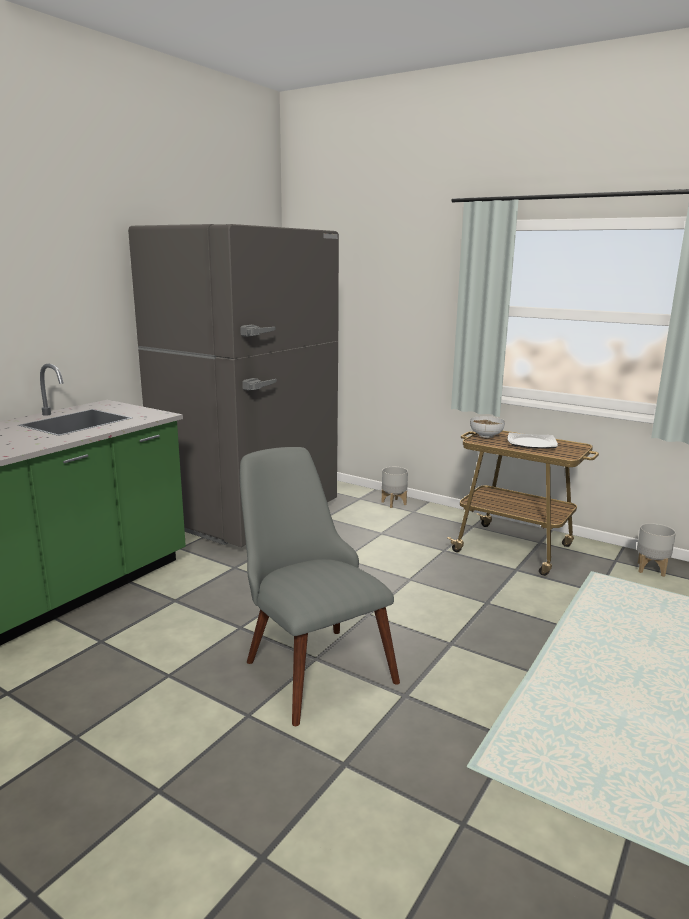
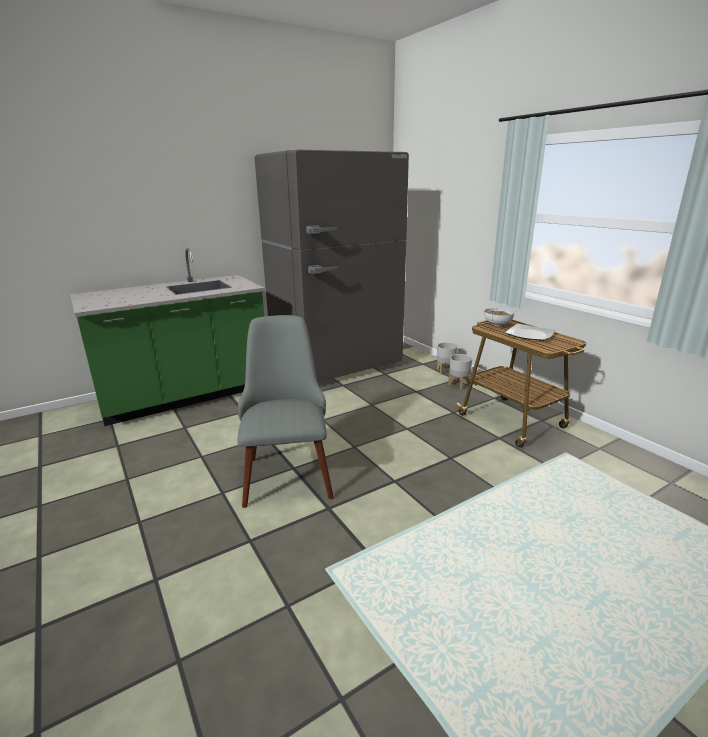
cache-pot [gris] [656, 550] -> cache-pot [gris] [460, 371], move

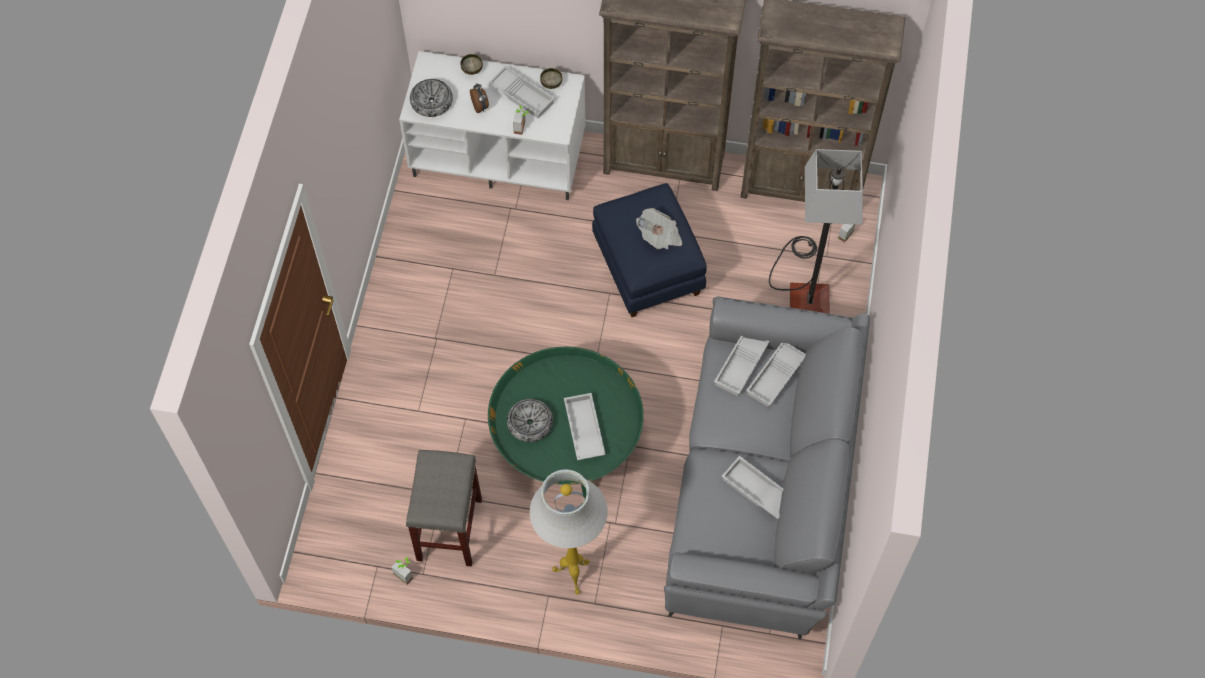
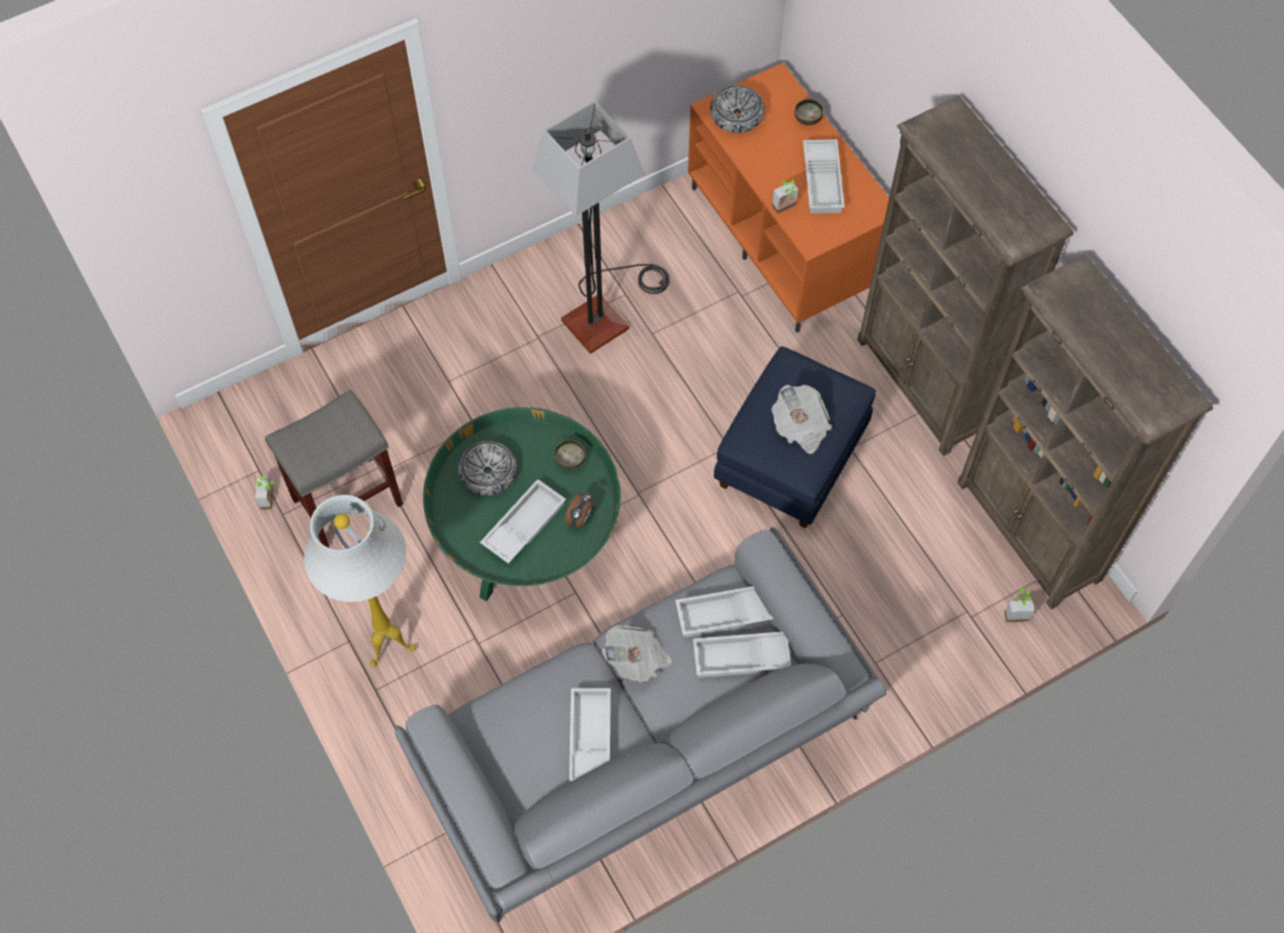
none -> journal [637, 654]
réveil [479, 98] -> réveil [579, 510], move
bol [551, 78] -> bol [570, 454], move
lampadaire [816, 231] -> lampadaire [601, 227], move
meuble télé [blanc] [492, 125] -> meuble télé [orange] [788, 198]

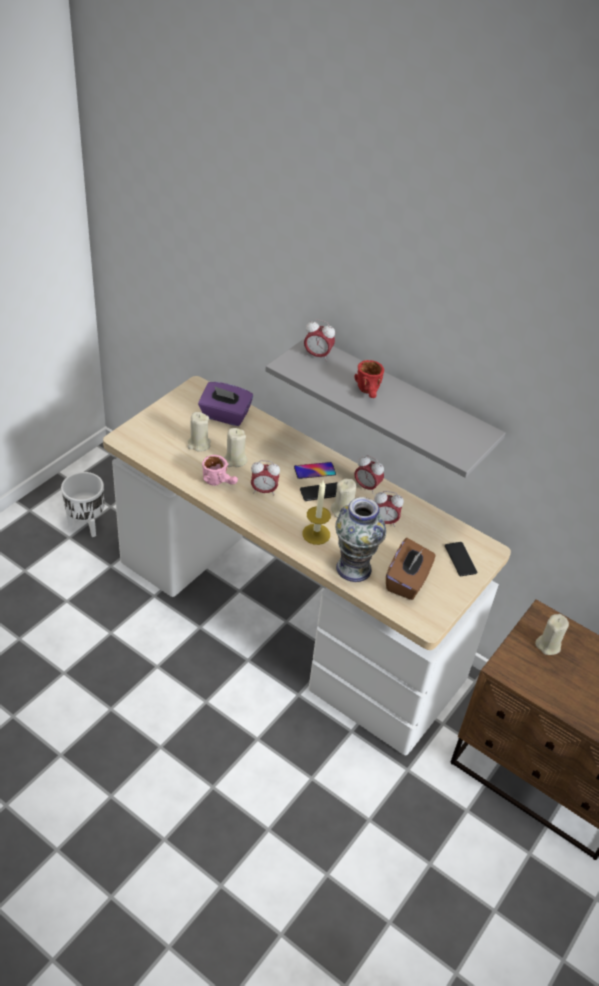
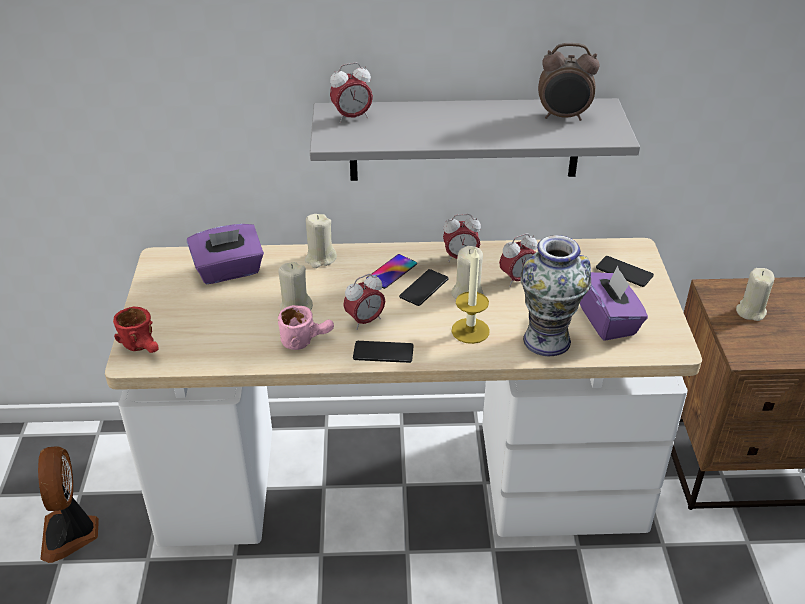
none -> téléphone [383, 352]
none -> réveil [569, 82]
bougie [beige] [199, 432] -> bougie [beige] [321, 241], move
mug [rouge] [369, 379] -> mug [rouge] [136, 330], move
cache-pot [blanc] [82, 504] -> ventilateur [68, 504]
boîte à mouchoirs [marron] [411, 569] -> boîte à mouchoirs [violet] [614, 303]

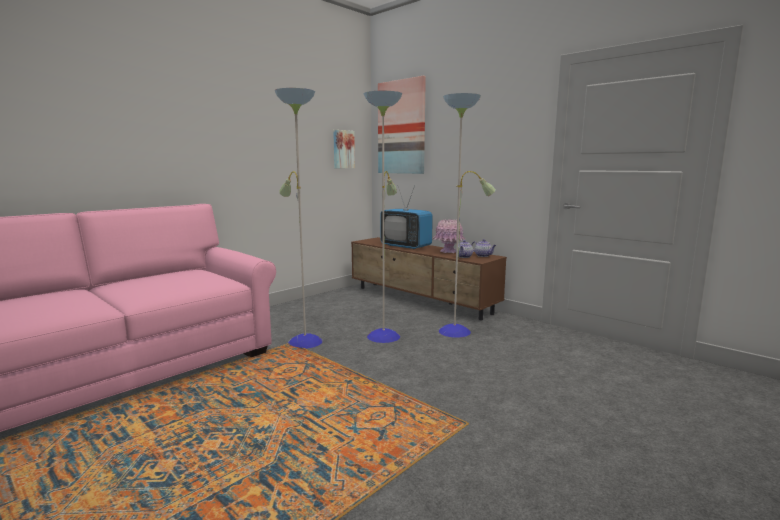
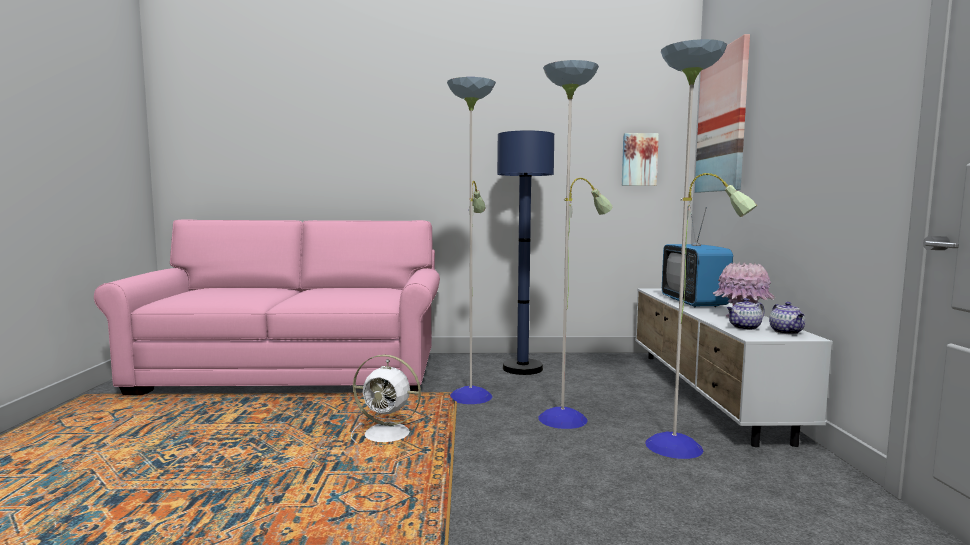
none -> ventilateur [blanc] [386, 399]
none -> lampadaire [bleu] [525, 253]
meuble télé [marron] [429, 278] -> meuble télé [blanc] [734, 367]

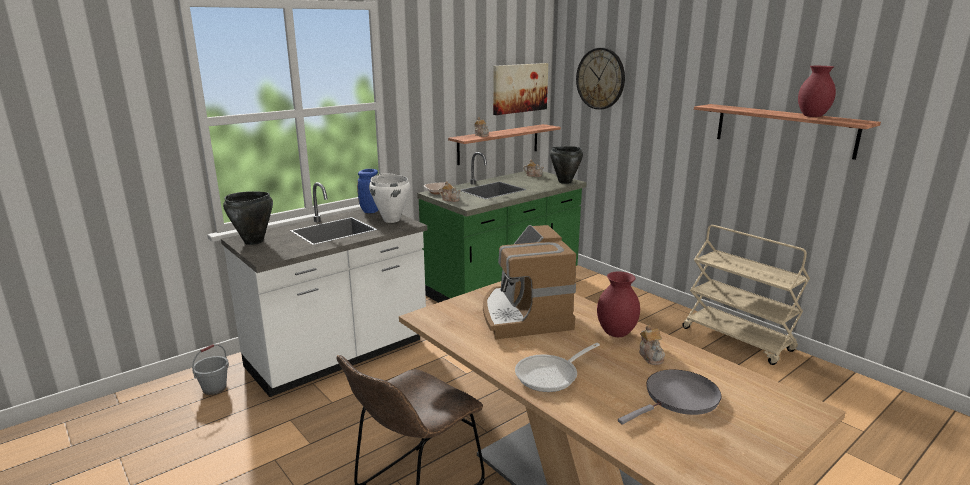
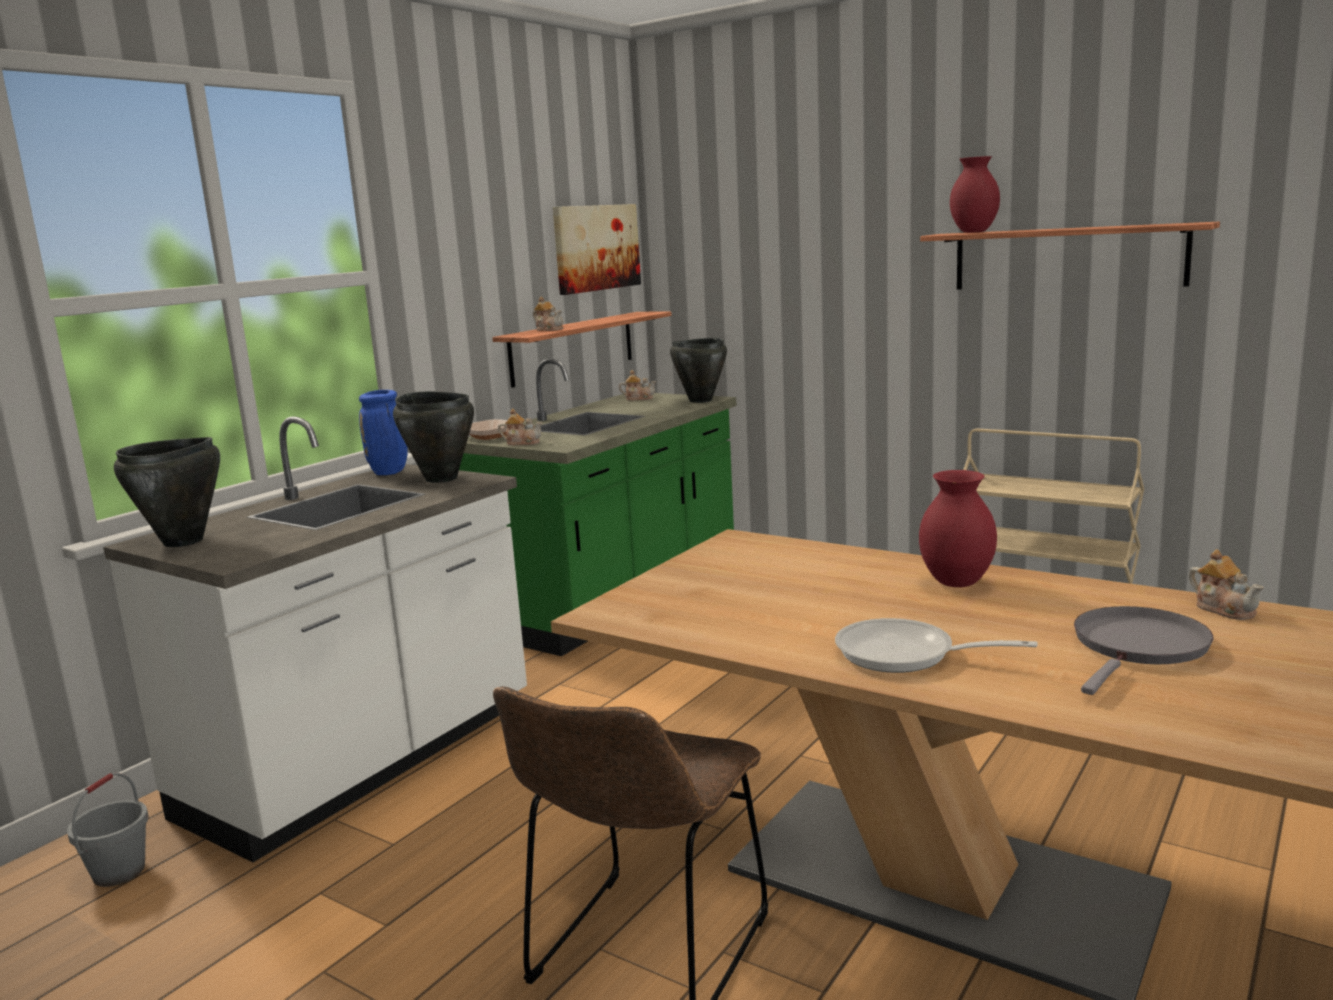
machine à café [529, 282] -> none
horloge murale [600, 79] -> none
théière [652, 345] -> théière [1226, 584], move
vase [rouge] [817, 91] -> vase [rouge] [975, 194], move
marmite [blanc] [389, 198] -> marmite [noir] [433, 437]
poêle [557, 367] -> poêle [936, 645], 75 degrees clockwise

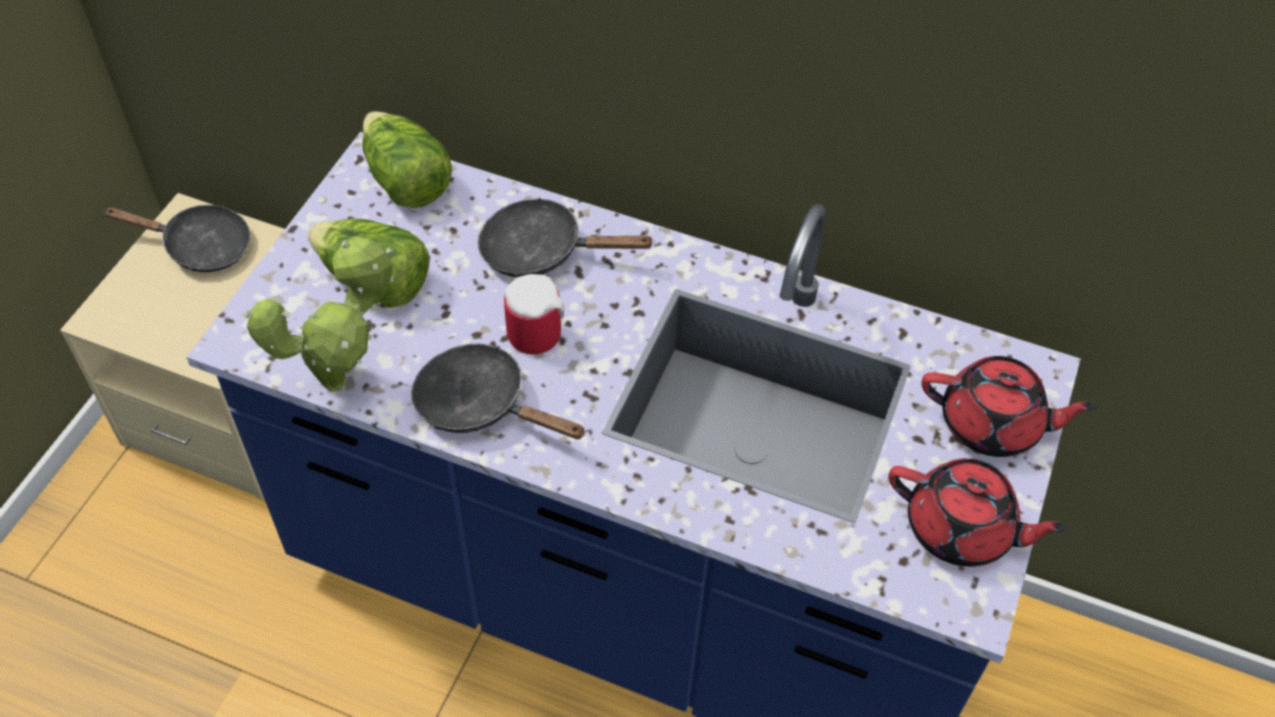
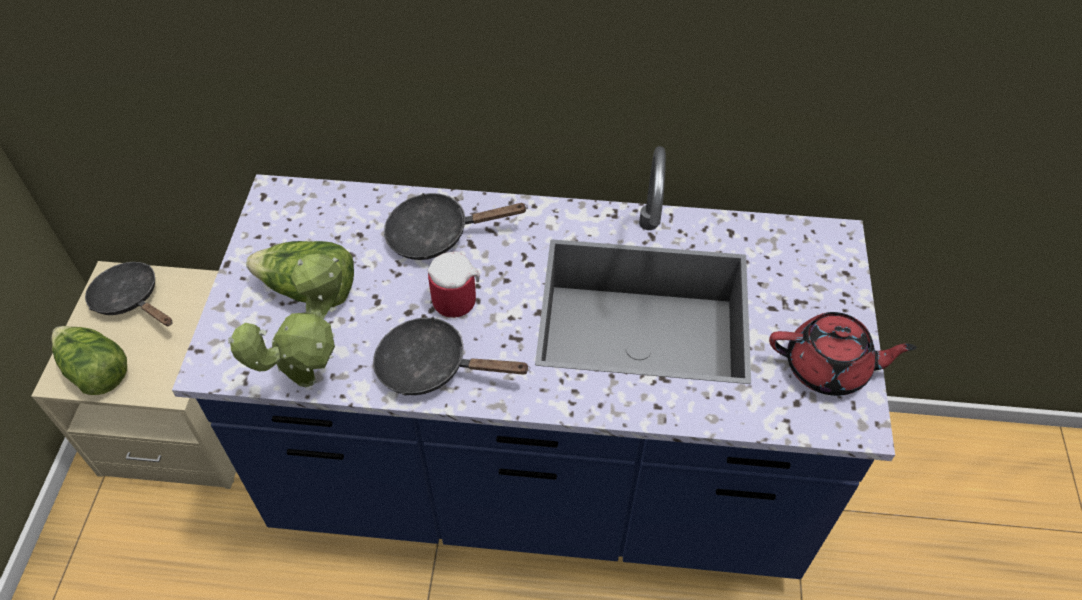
théière [rouge] [1009, 406] -> none
laitue [407, 159] -> laitue [89, 360], move
poêle [noir] [176, 238] -> poêle [noir] [129, 294], 135 degrees counterclockwise

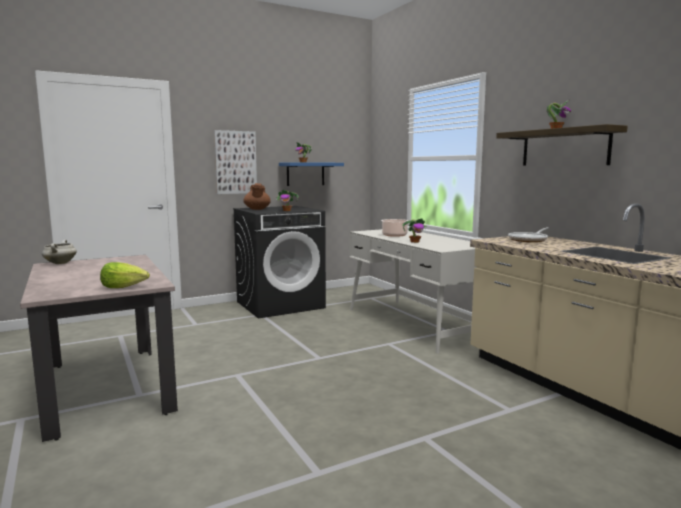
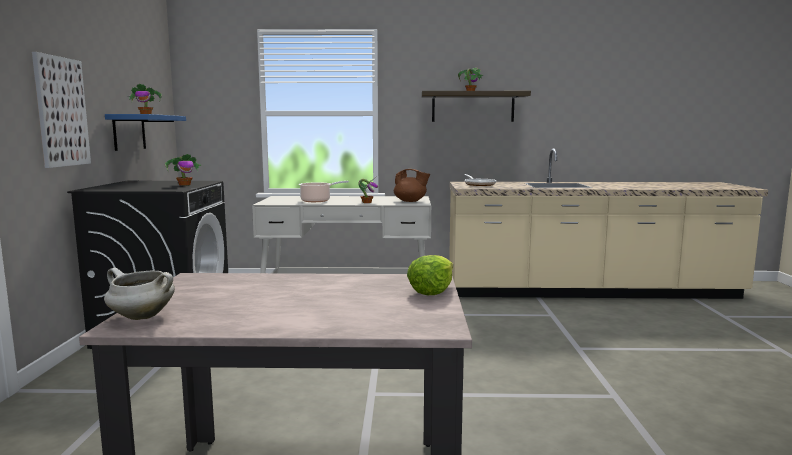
théière [marron] [257, 196] -> théière [marron] [412, 185], move

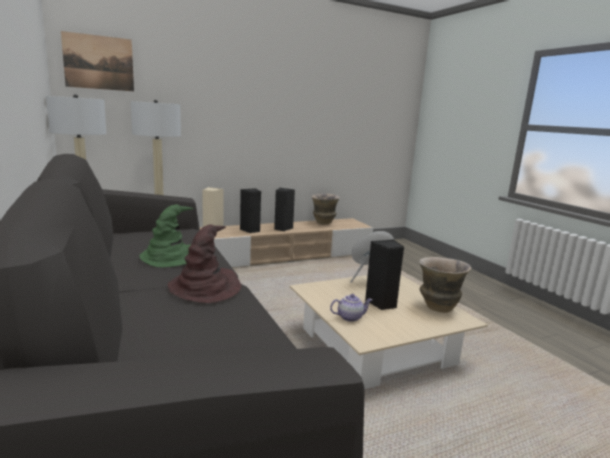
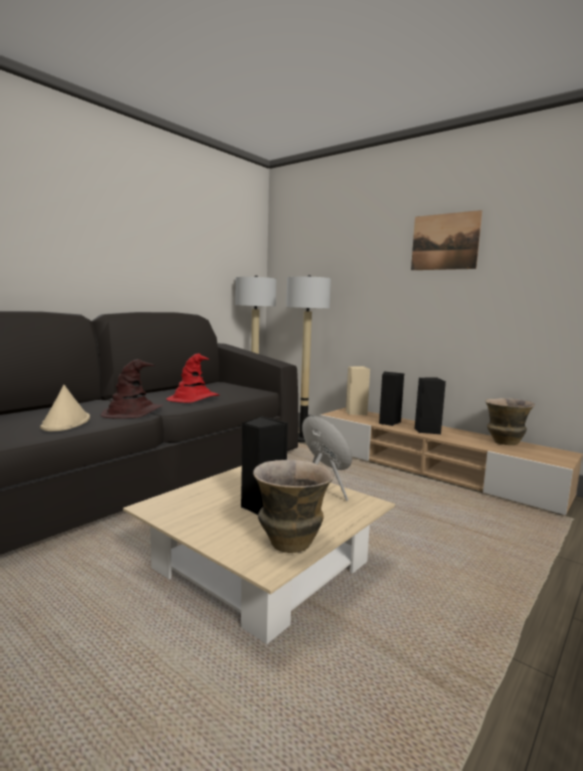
théière [351, 308] -> none
none -> chapeau [beige] [65, 408]
tableau [97, 61] -> tableau [446, 240], move
chapeau [vert] [166, 235] -> chapeau [rouge] [193, 378]

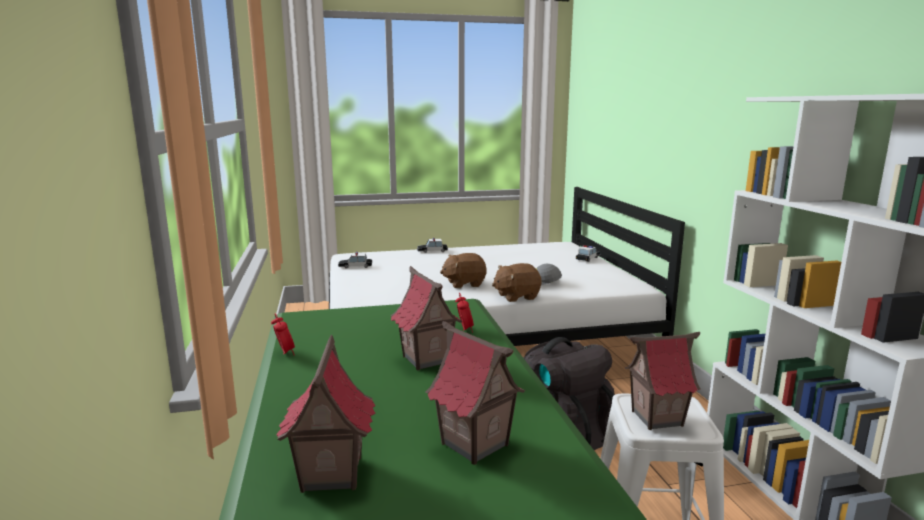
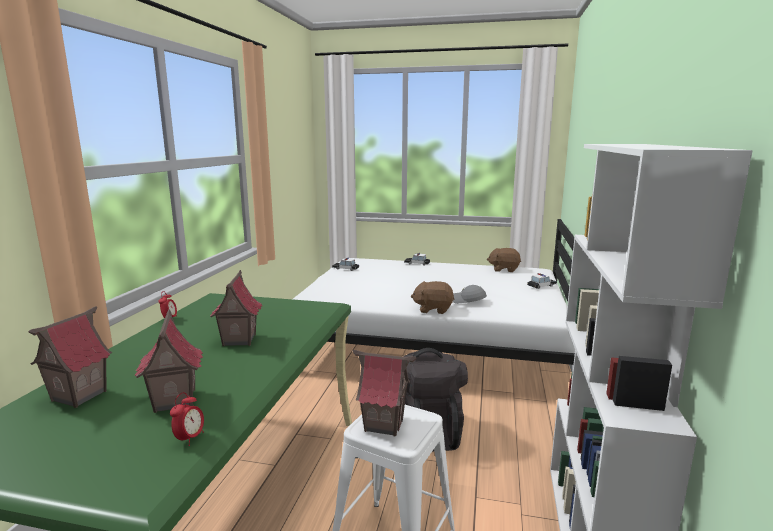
peluche [marron] [463, 270] -> peluche [marron] [504, 260], move
réveil [464, 313] -> réveil [187, 419], move

